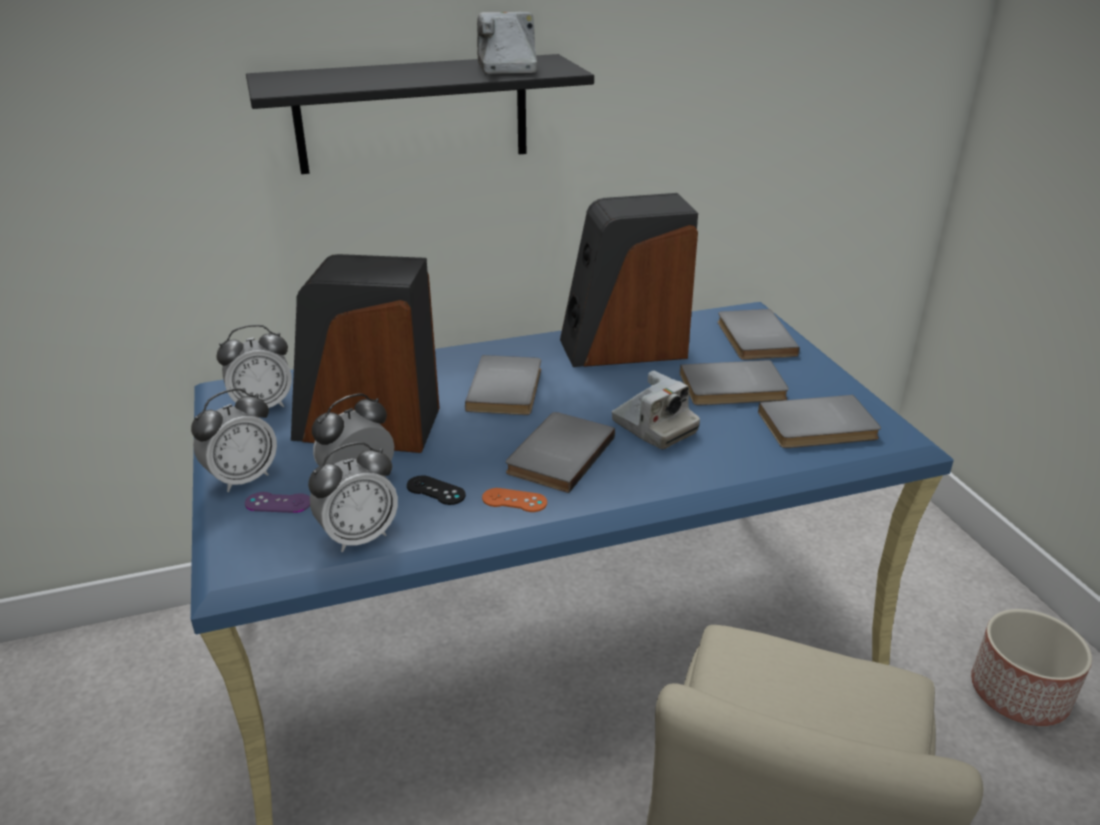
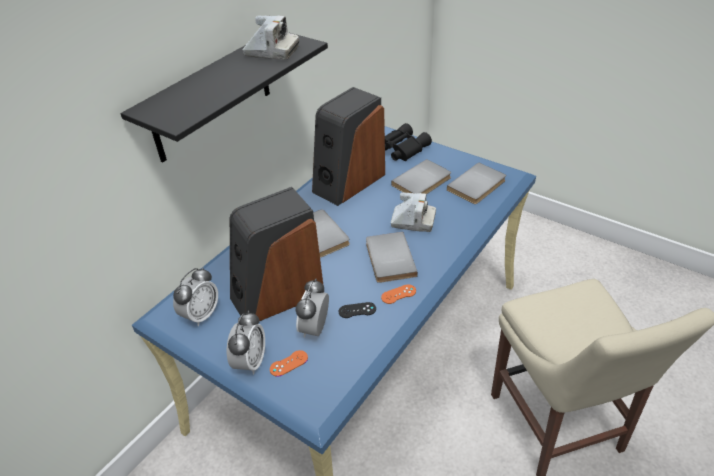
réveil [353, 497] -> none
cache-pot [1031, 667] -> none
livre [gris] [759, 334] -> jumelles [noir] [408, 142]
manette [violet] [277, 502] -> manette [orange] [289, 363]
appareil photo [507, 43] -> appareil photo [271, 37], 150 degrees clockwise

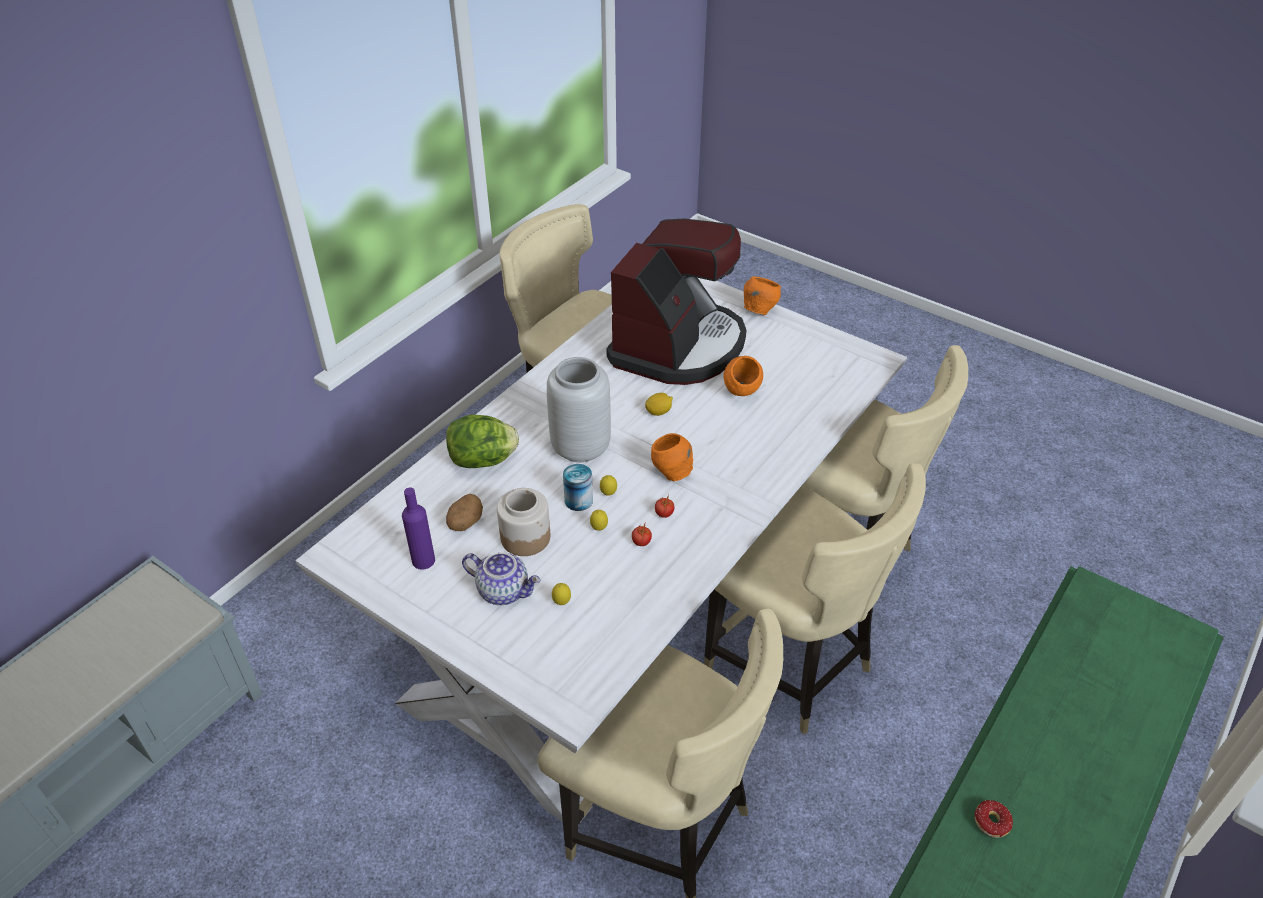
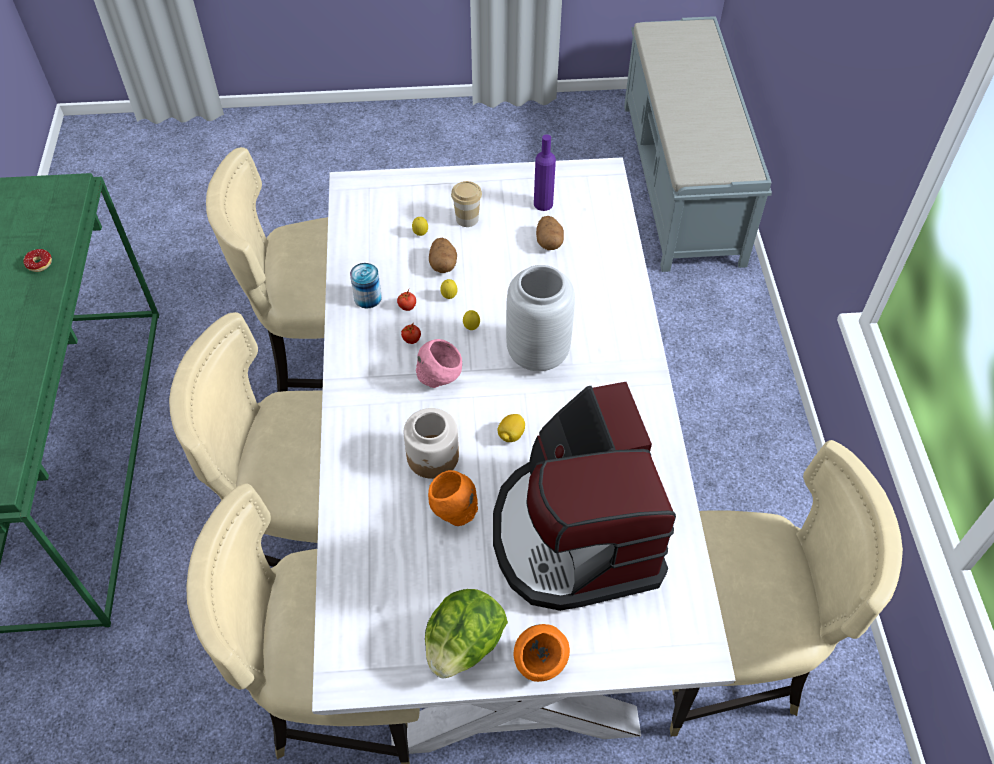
none -> pomme de terre [443, 255]
laitue [482, 441] -> laitue [466, 633], move
bocal [523, 522] -> bocal [431, 443], move
boîte métallique [578, 487] -> boîte métallique [366, 285], move
théière [501, 578] -> tasse [466, 204]
bol [orange] [672, 457] -> bol [rose] [439, 363]

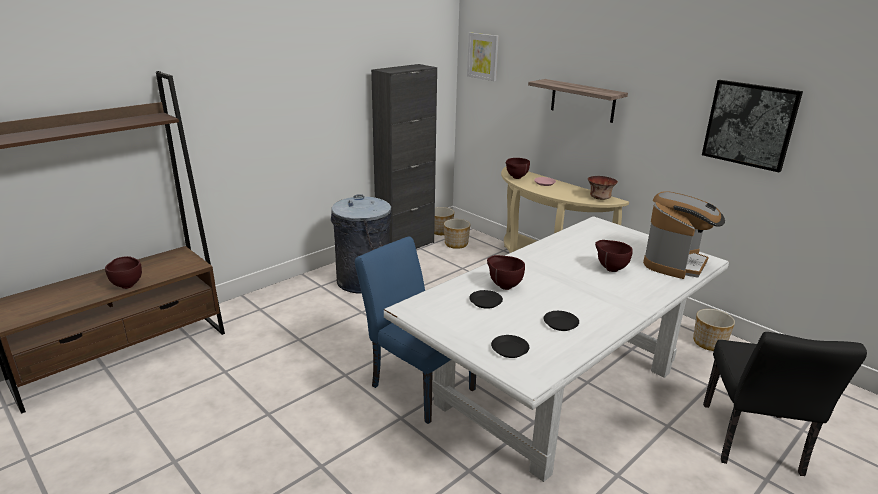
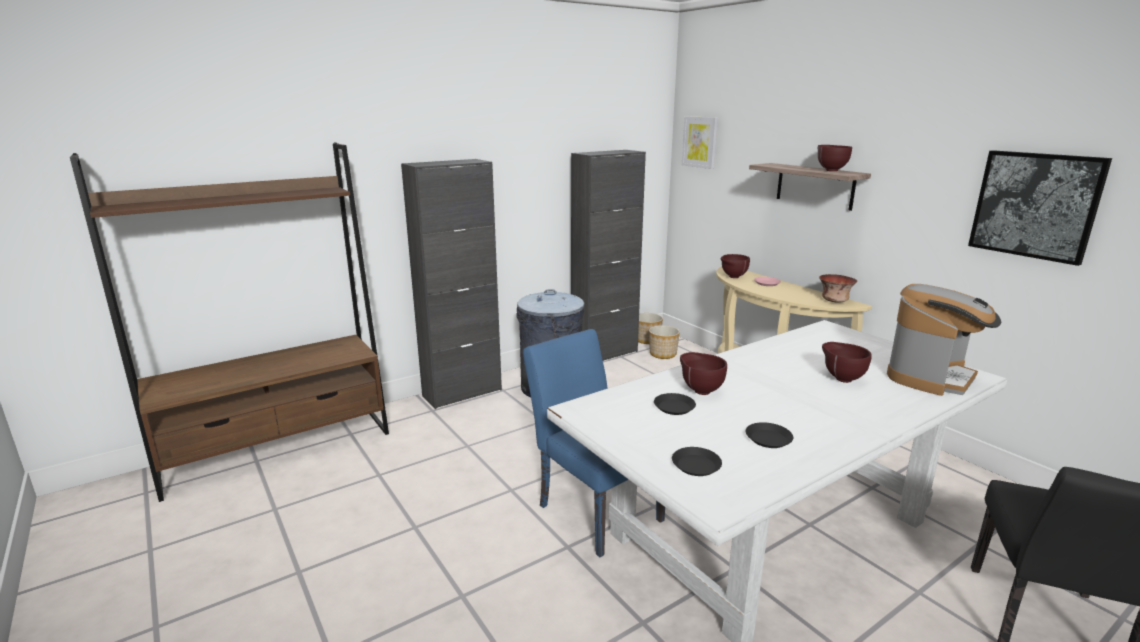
cache-pot [714, 330] -> none
none -> meuble de rangement [noir] [451, 284]
bol [marron] [123, 272] -> bol [marron] [835, 158], move

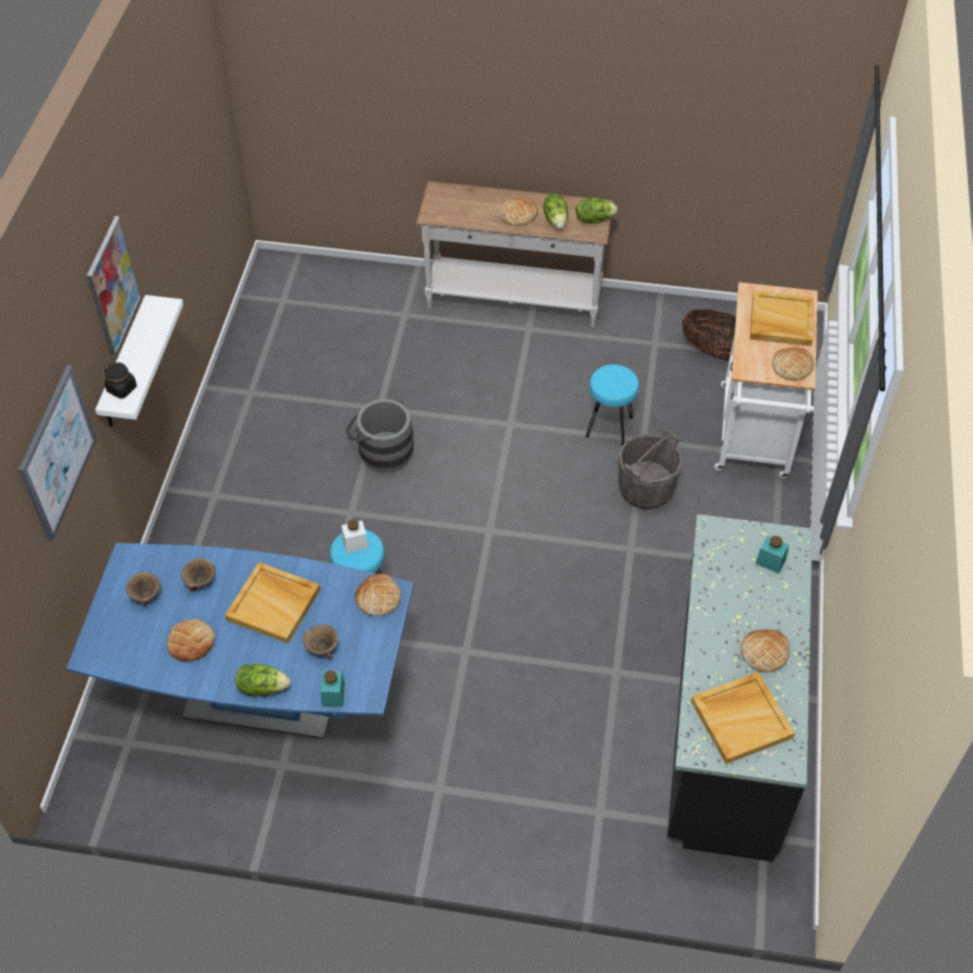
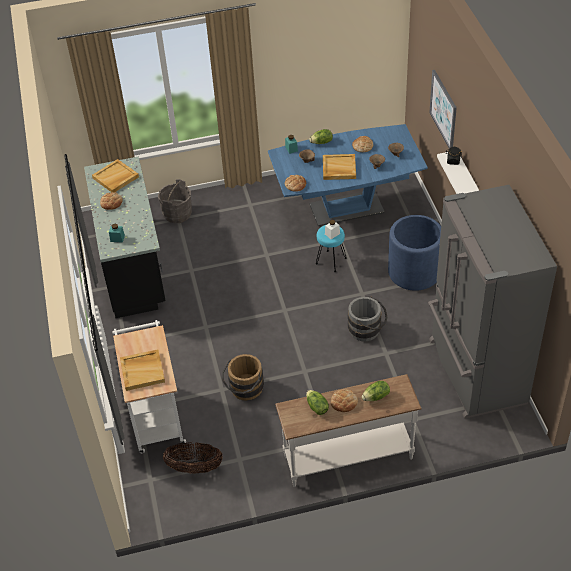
tableau [114, 286] -> none
pain [793, 364] -> none
none -> cache-pot [bleu] [414, 253]
none -> réfrigérateur [gris] [492, 302]
laitue [597, 211] -> laitue [376, 391], move
seau [gris] [650, 469] -> seau [gris] [175, 201], move
tabouret [turquoise] [612, 405] -> seau [marron] [243, 377]

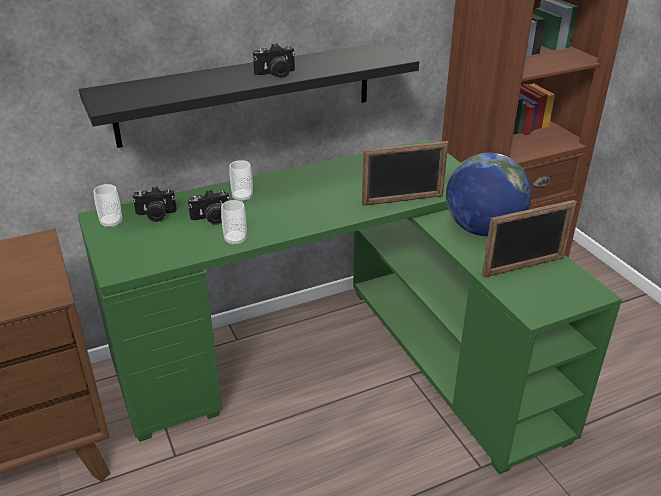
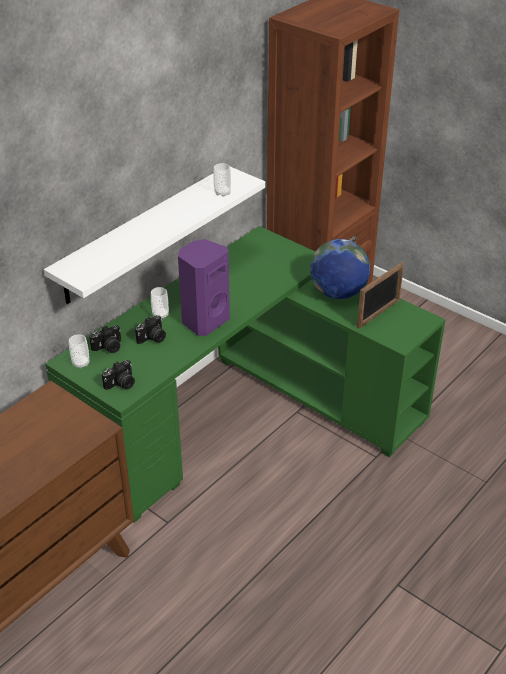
cadre photo [405, 173] -> none
none -> enceinte [violet] [204, 287]
tasse [234, 223] -> tasse [222, 180], move
appareil photo [274, 60] -> appareil photo [118, 375], move
étagère [noir] [249, 95] -> étagère [blanc] [154, 235]

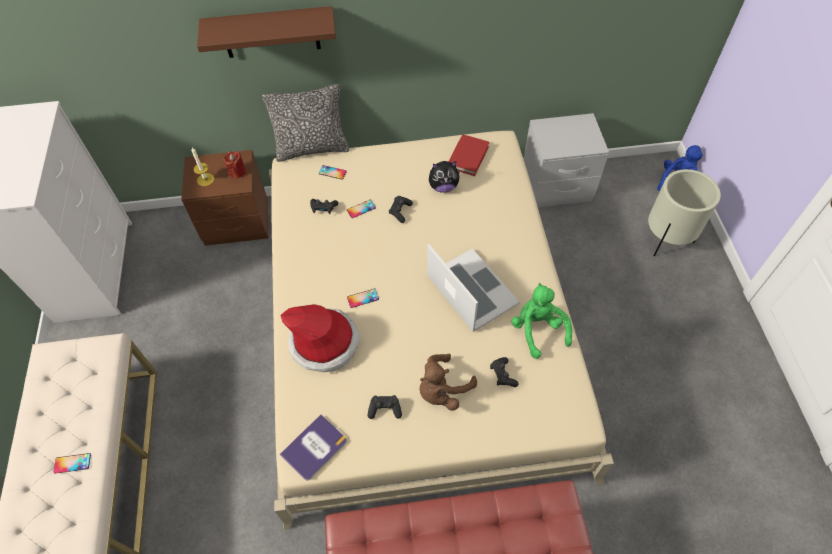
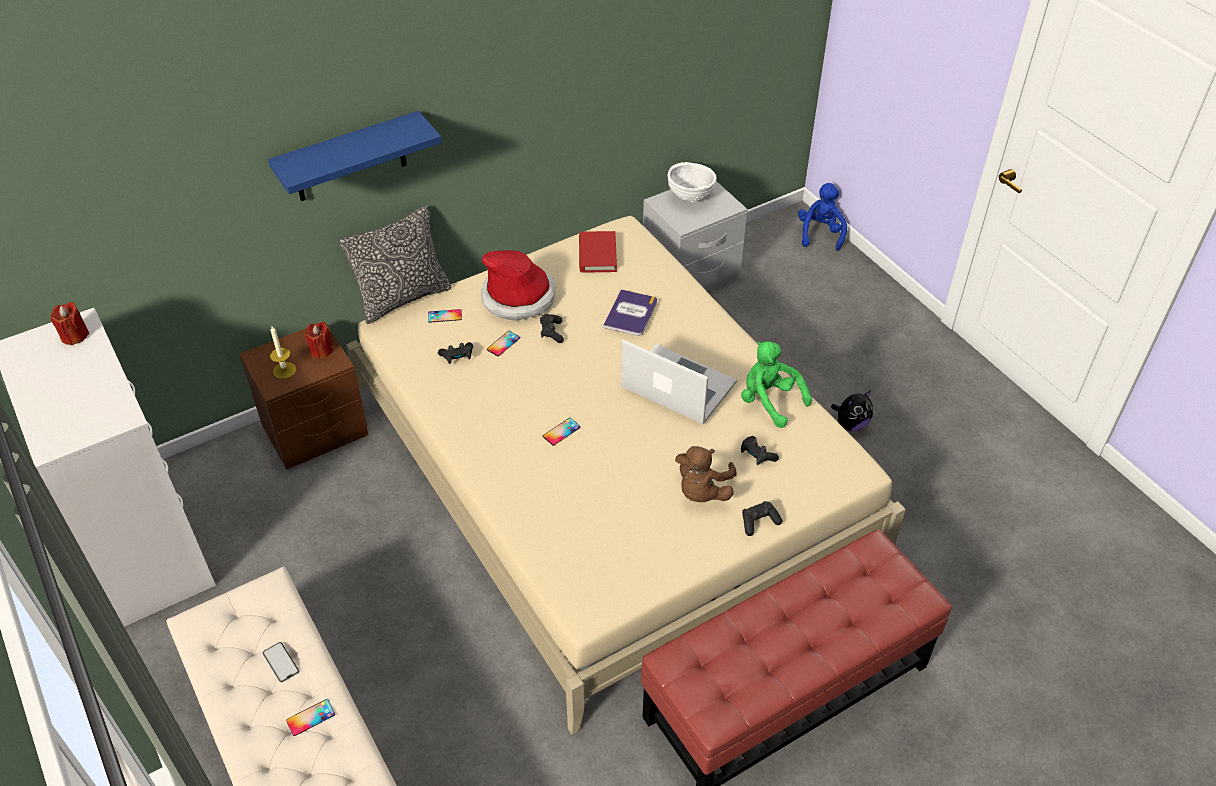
cache-pot [beige] [684, 213] -> none
none -> bougie [rouge] [70, 324]
none -> téléphone [280, 662]
none -> bol [blanc] [692, 182]
chapeau [320, 338] -> chapeau [518, 285], move
livre [313, 447] -> livre [630, 312], move
manette [noir] [385, 407] -> manette [noir] [762, 518], move
peluche [444, 177] -> peluche [852, 411], move
étagère [marron] [266, 32] -> étagère [bleu] [355, 156]

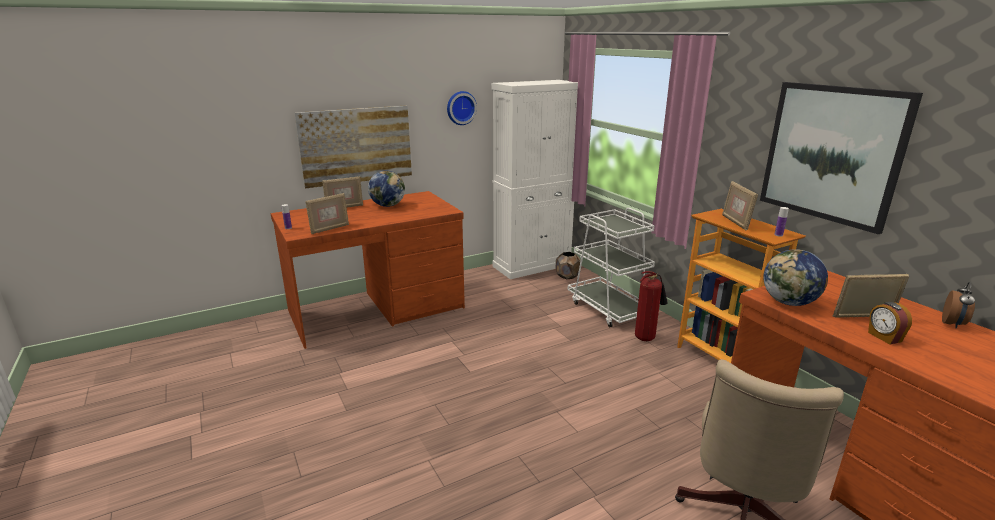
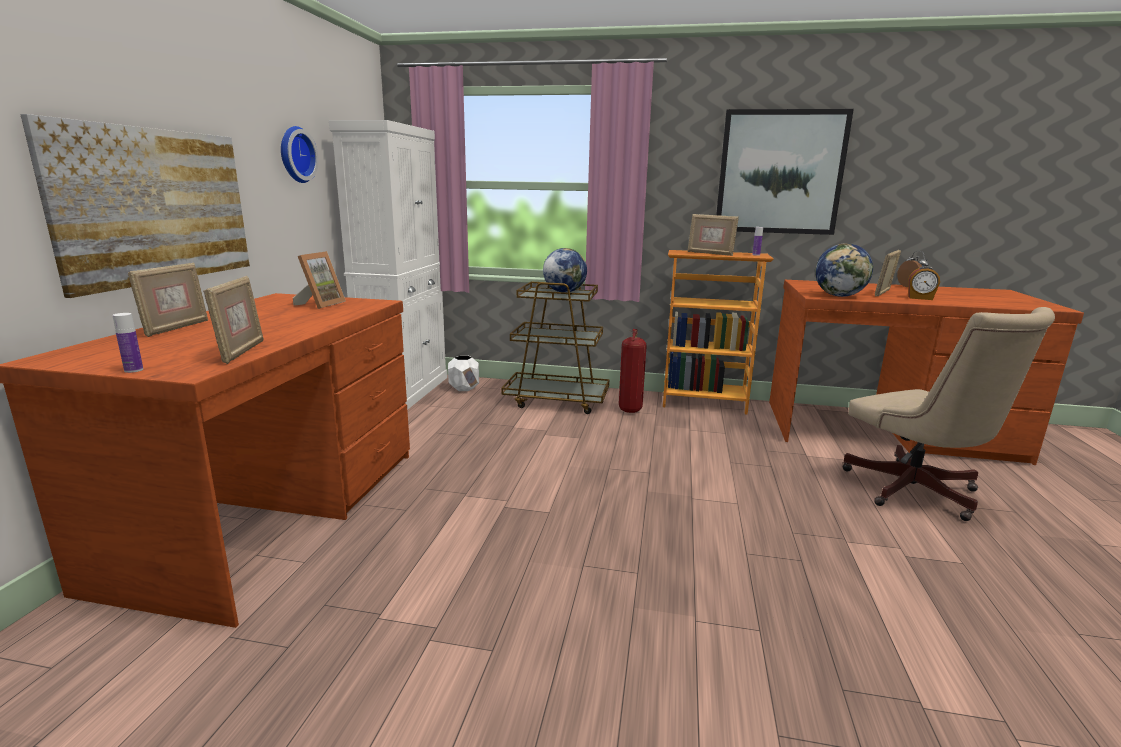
none -> cadre photo [319, 280]
globe [386, 189] -> globe [565, 270], move
cache-pot [marron] [568, 266] -> cache-pot [blanc] [463, 373]
chariot [blanc] [611, 267] -> chariot [marron] [555, 348]

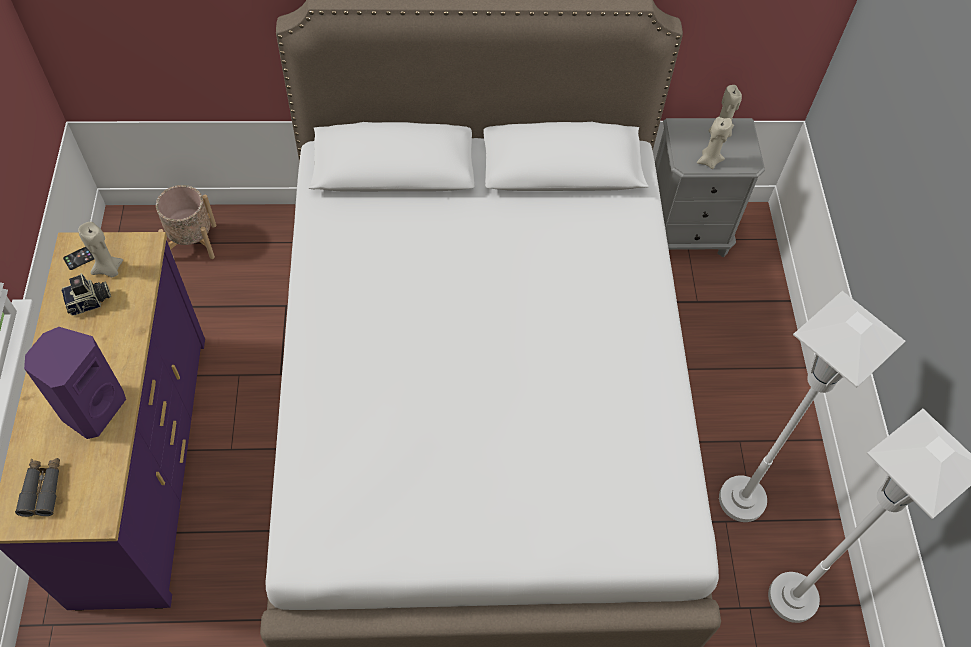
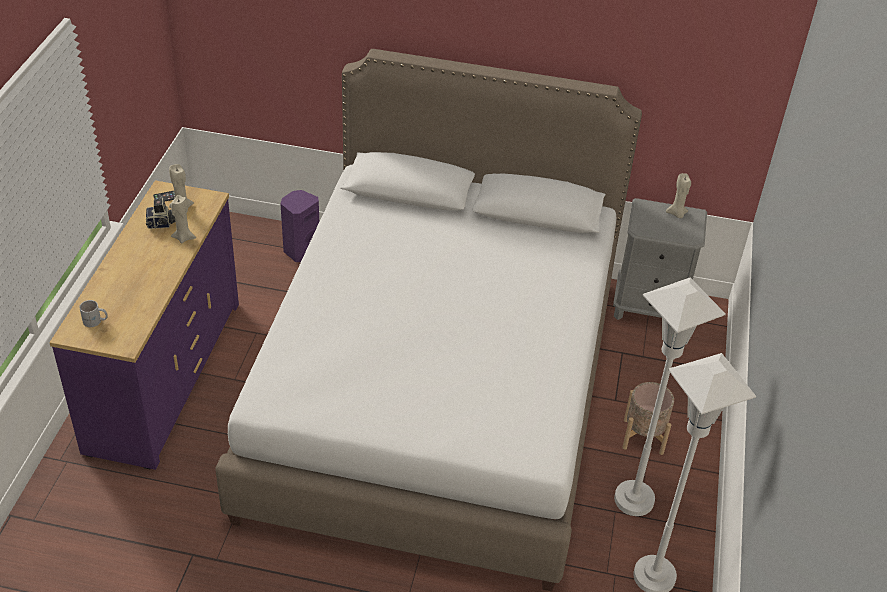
enceinte [violet] [75, 383] -> enceinte [violet] [299, 226], move
cache-pot [beige] [186, 222] -> cache-pot [beige] [648, 418], move
bougie [beige] [714, 143] -> bougie [beige] [183, 219], move
jumelles [gris] [37, 487] -> mug [blanc] [93, 313]

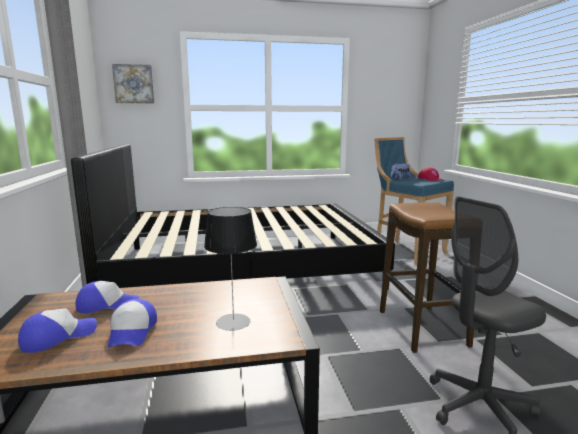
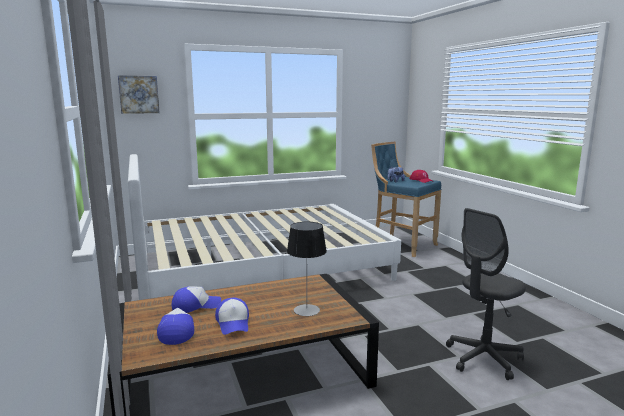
tabouret [427, 277] -> none
lit [noir] [233, 216] -> lit [blanc] [264, 227]
casquette [57, 330] -> casquette [175, 326], 45 degrees counterclockwise

